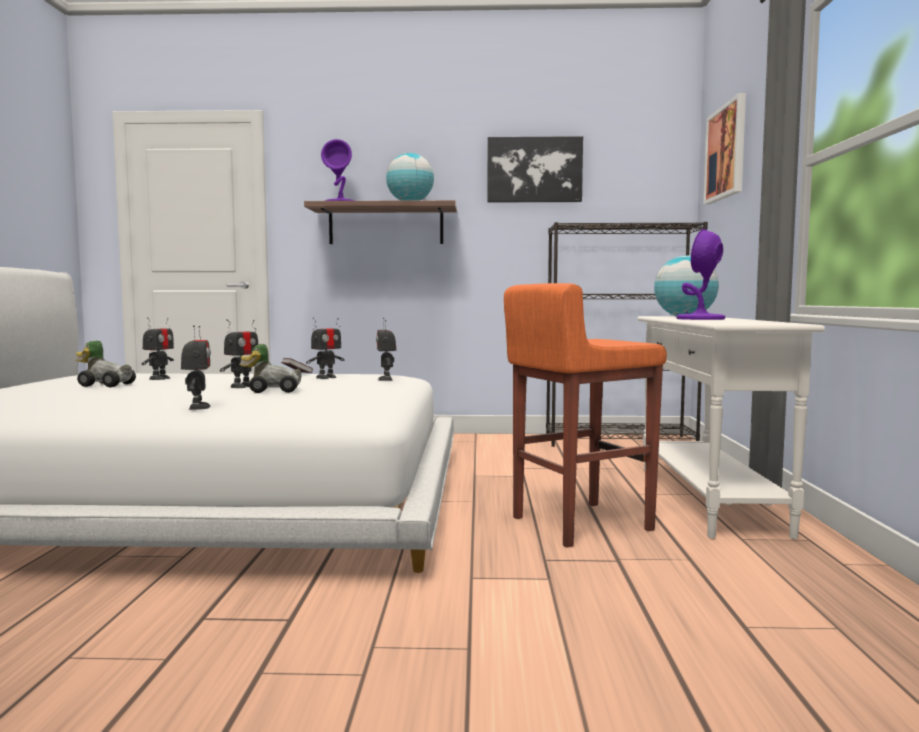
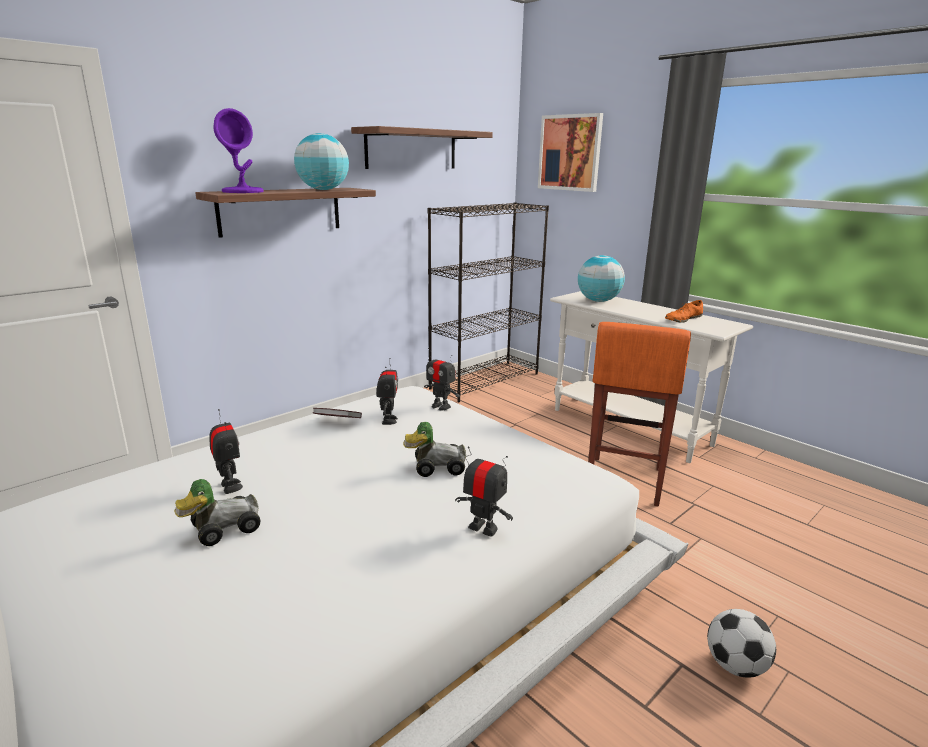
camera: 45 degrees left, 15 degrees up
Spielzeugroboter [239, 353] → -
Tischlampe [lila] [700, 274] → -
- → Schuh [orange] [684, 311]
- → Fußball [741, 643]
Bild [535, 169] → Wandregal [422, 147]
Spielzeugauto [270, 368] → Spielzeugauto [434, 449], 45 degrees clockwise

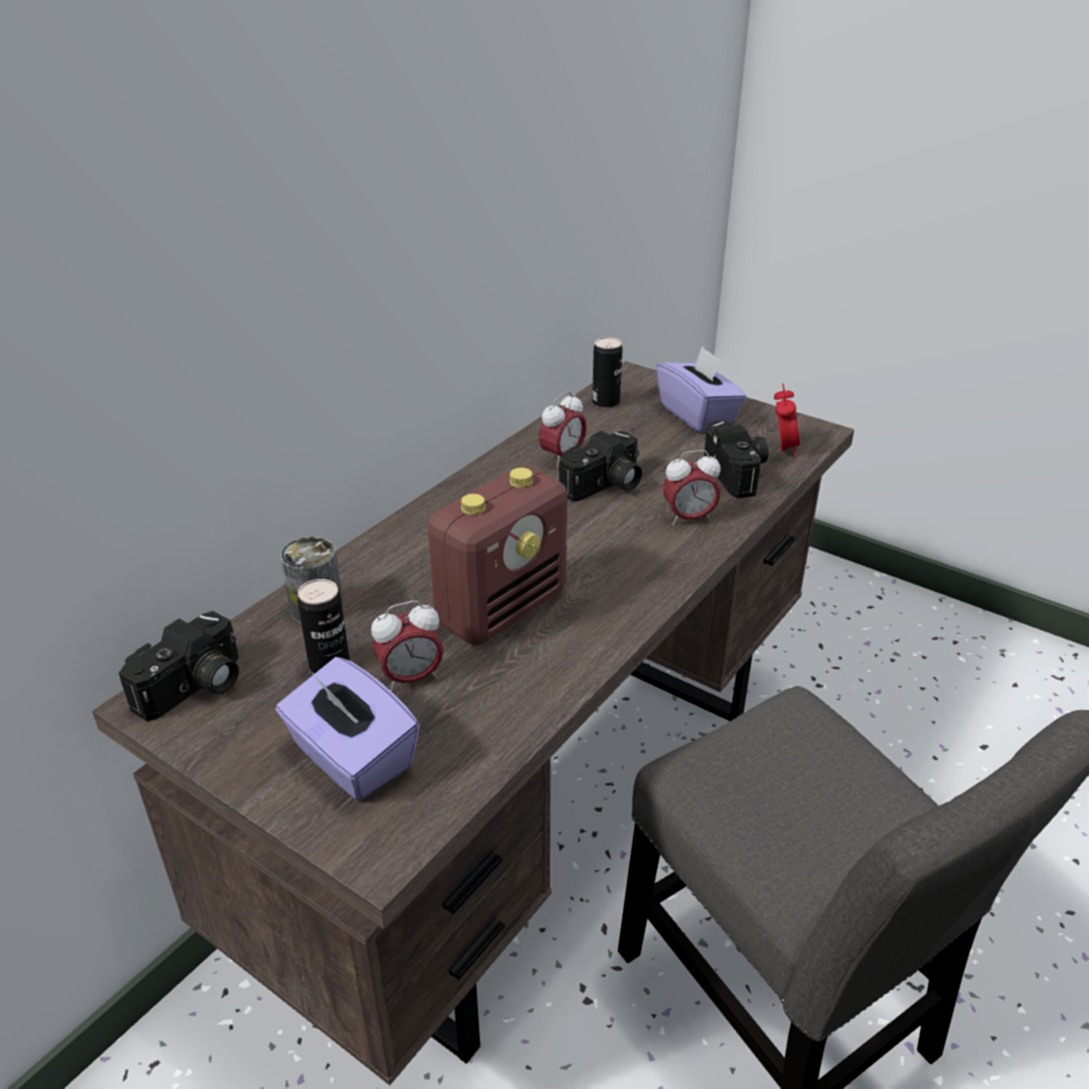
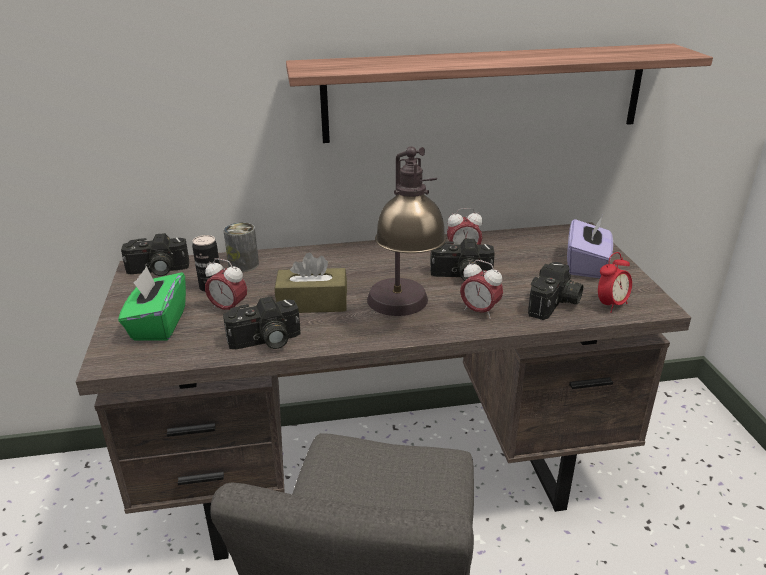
camera: 45 degrees right, 5 degrees down
Dose [607, 372] → -
- → Kamera [262, 322]
- → Wandregal [499, 93]
- → Tischlampe [406, 231]
Radio [497, 555] → Taschentuchbox [braun] [311, 283]
Taschentuchbox [lila] [348, 728] → Taschentuchbox [grün] [152, 303]

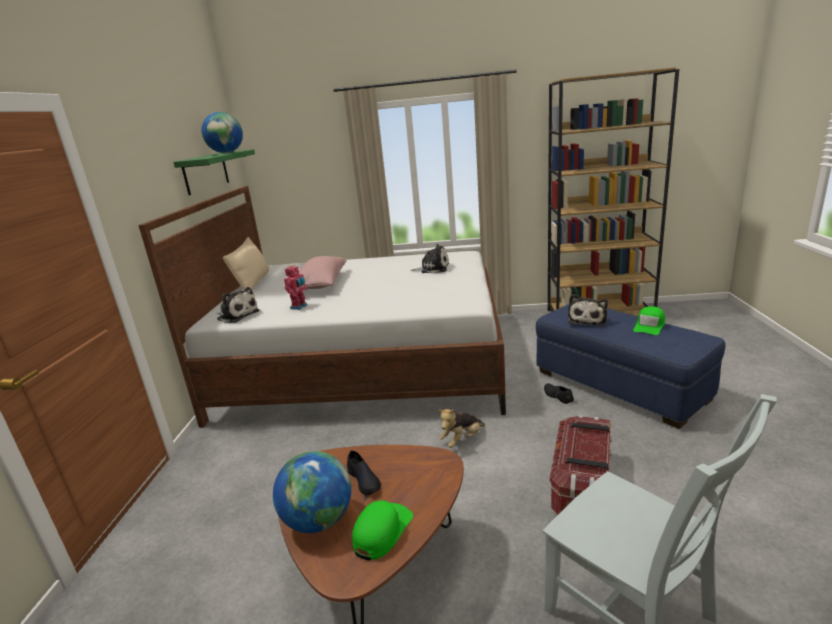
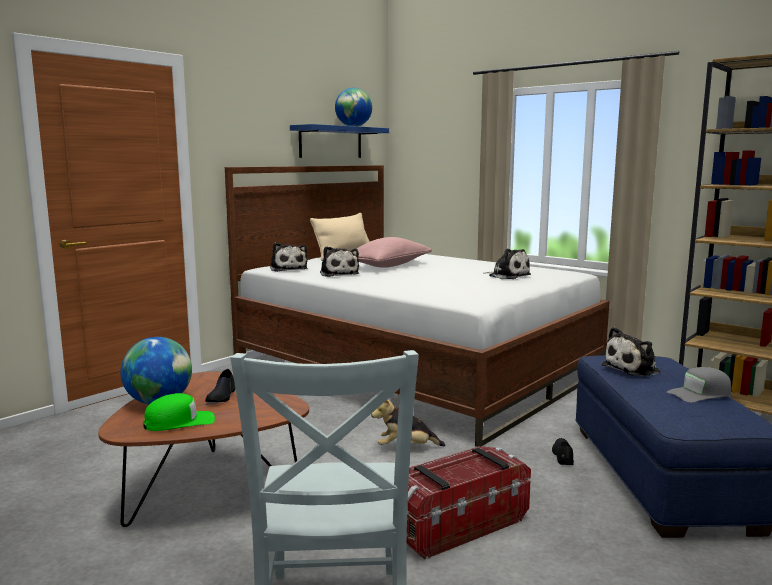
camera: 35 degrees right, 10 degrees down
Spielzeugroboter [296, 287] → Plüschtier [339, 261]
Wandregal [grün] [214, 172] → Wandregal [blau] [339, 141]
Kappe [grün] [649, 320] → Kappe [grau] [699, 385]

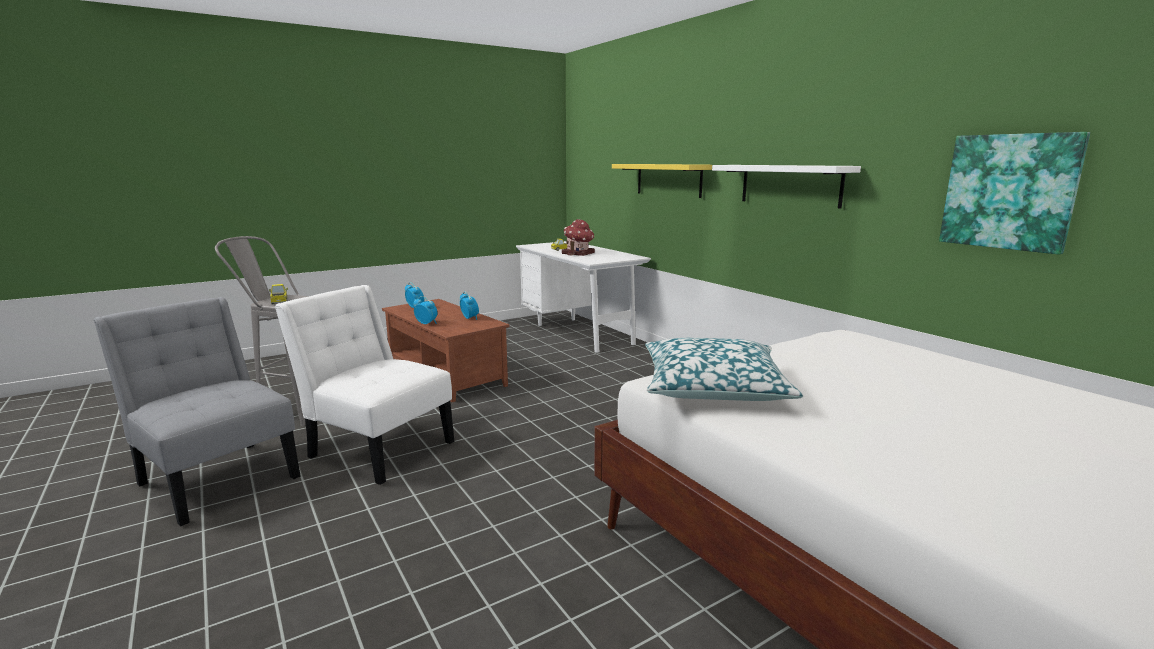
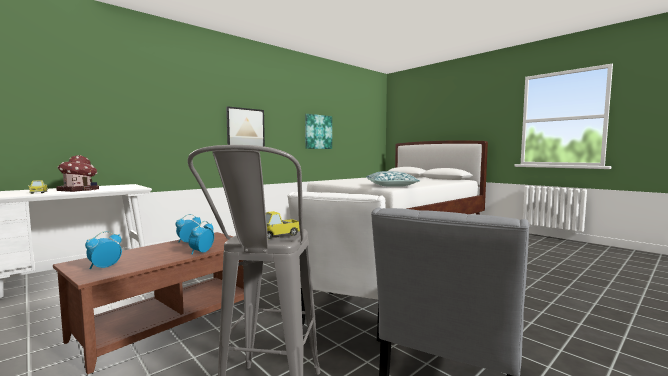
camera: 100 degrees left, 10 degrees down
Wandregal [gelb] [662, 181] → -
Wandregal [weiß] [786, 187] → Bild [245, 126]

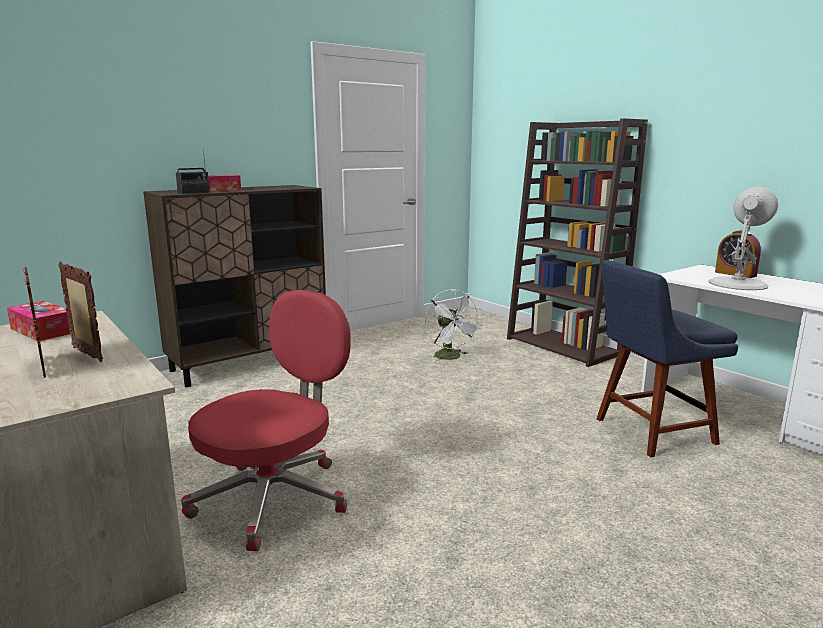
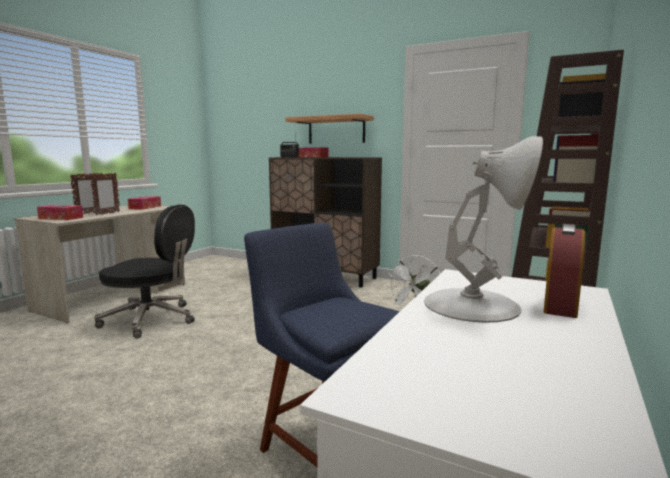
camera: 65 degrees right, 5 degrees down
- → Taschentuchbox [60, 212]
- → Wandregal [329, 129]
Bürostuhl [rot] [266, 420] → Bürostuhl [schwarz] [144, 271]

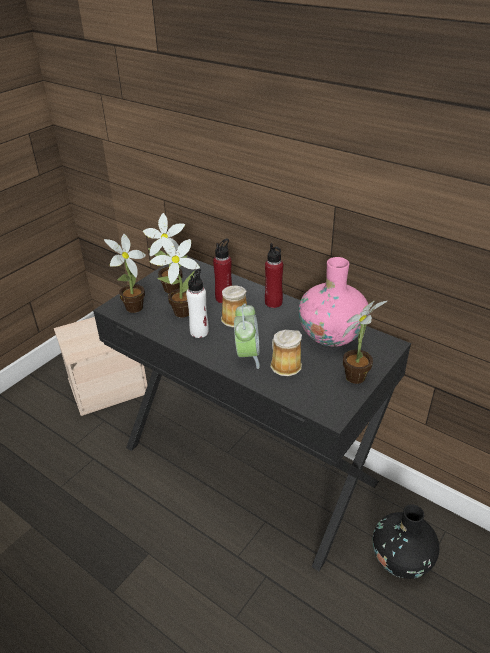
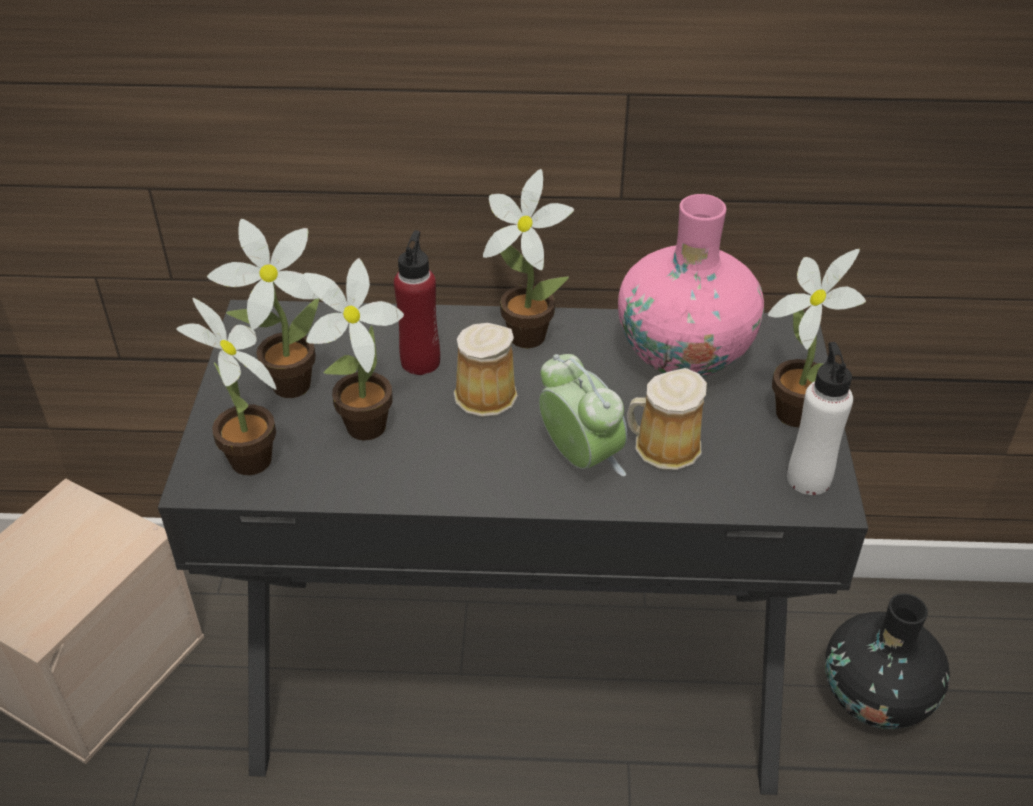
camera: 35 degrees left, 5 degrees up
Flasche [weiß] [197, 303] → Flasche [weiß] [820, 418], moved
Flasche [rot] [274, 275] → Topfpflanze [528, 258]

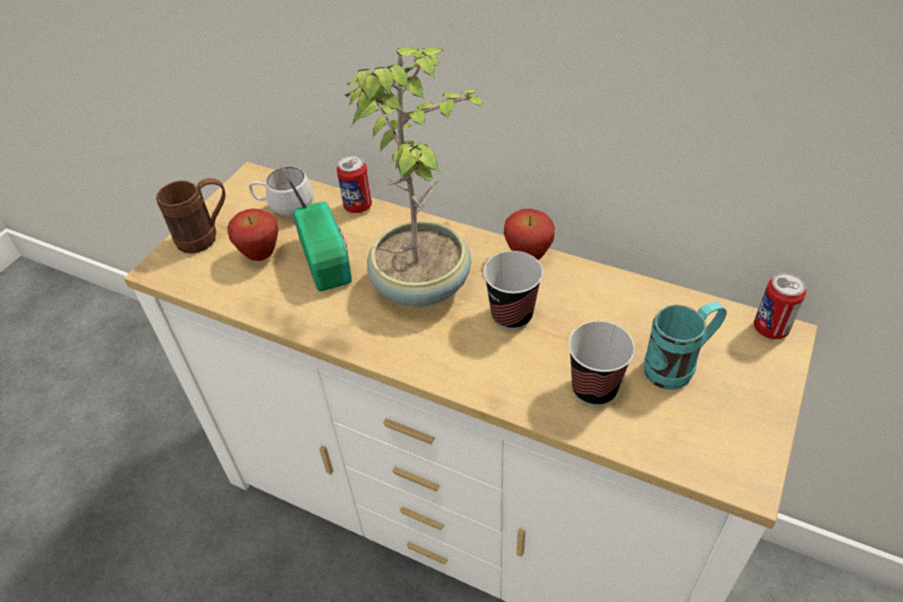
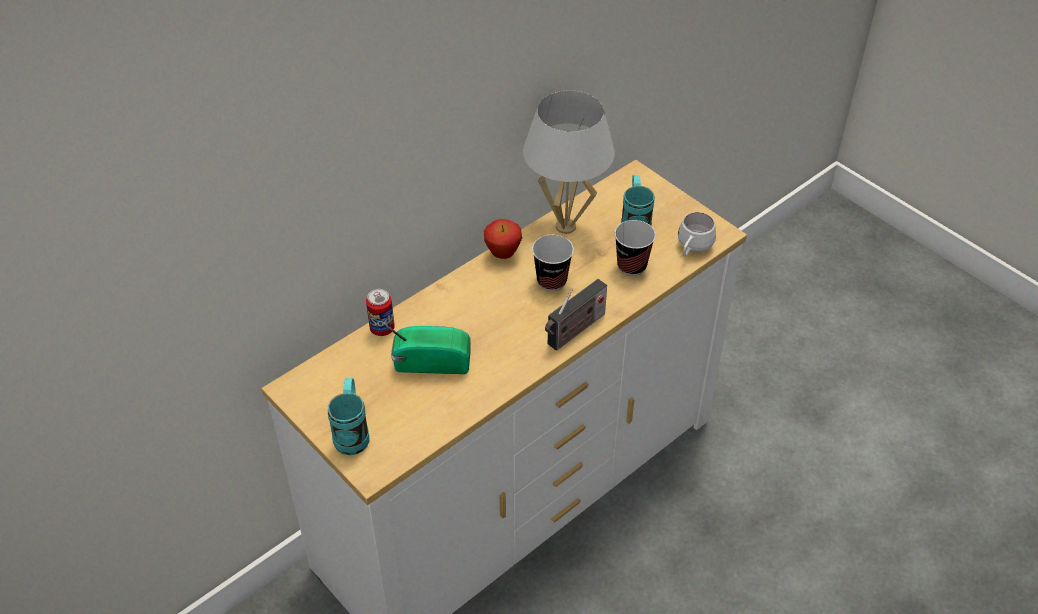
camera: 70 degrees left, 0 degrees up
Apfel [252, 234] → -
Topfpflanze [416, 177] → -
Dose [780, 306] → -
- → Tischlampe [weiß] [569, 162]
- → Radio [576, 315]
Henkelbecher [weiß] [281, 192] → Henkelbecher [weiß] [697, 234], moved
Henkelbecher [braun] [190, 216] → Henkelbecher [türkis] [348, 416]

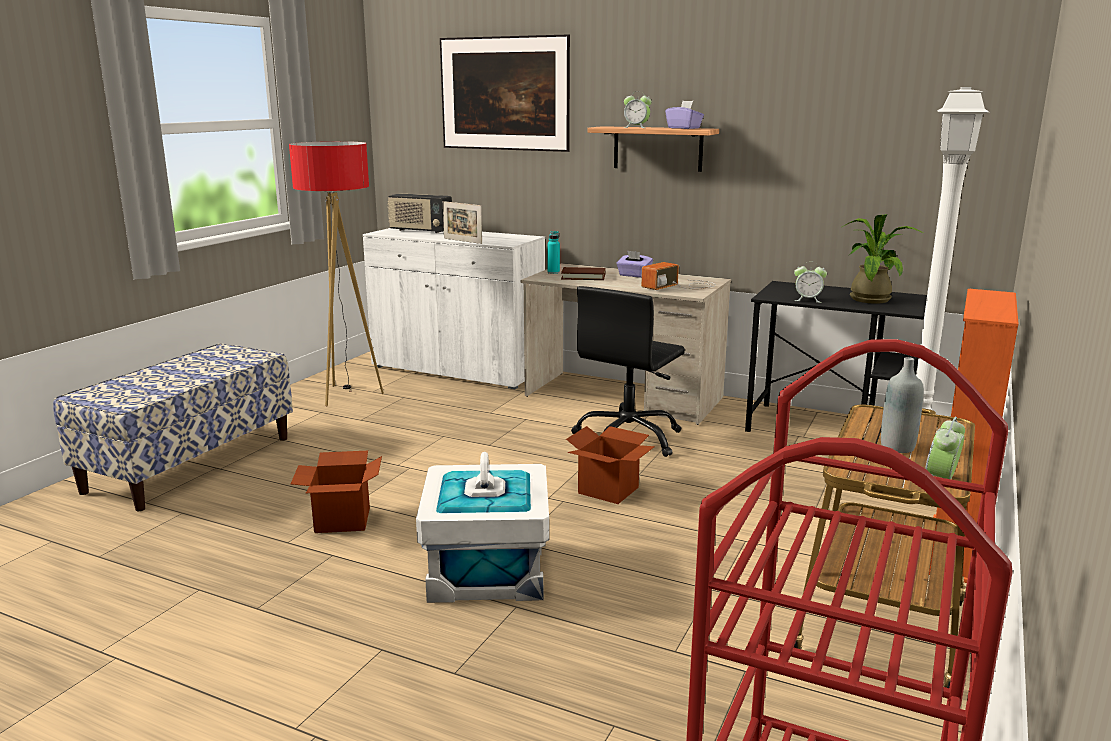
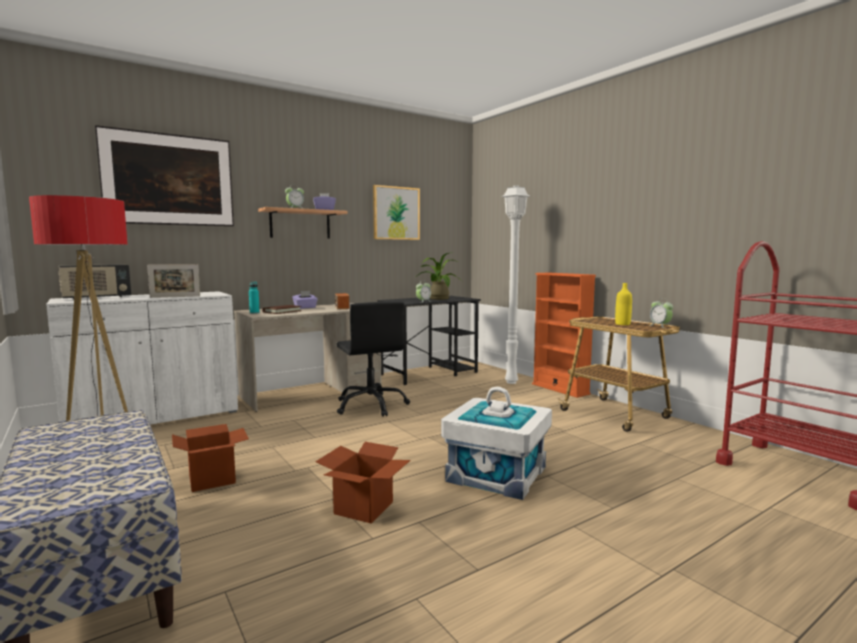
camera: 60 degrees left, 10 degrees down
- → Bild [396, 212]
Karton [610, 465] → Karton [210, 458], moved
Flasche [grau] [902, 405] → Flasche [gelb] [623, 304]

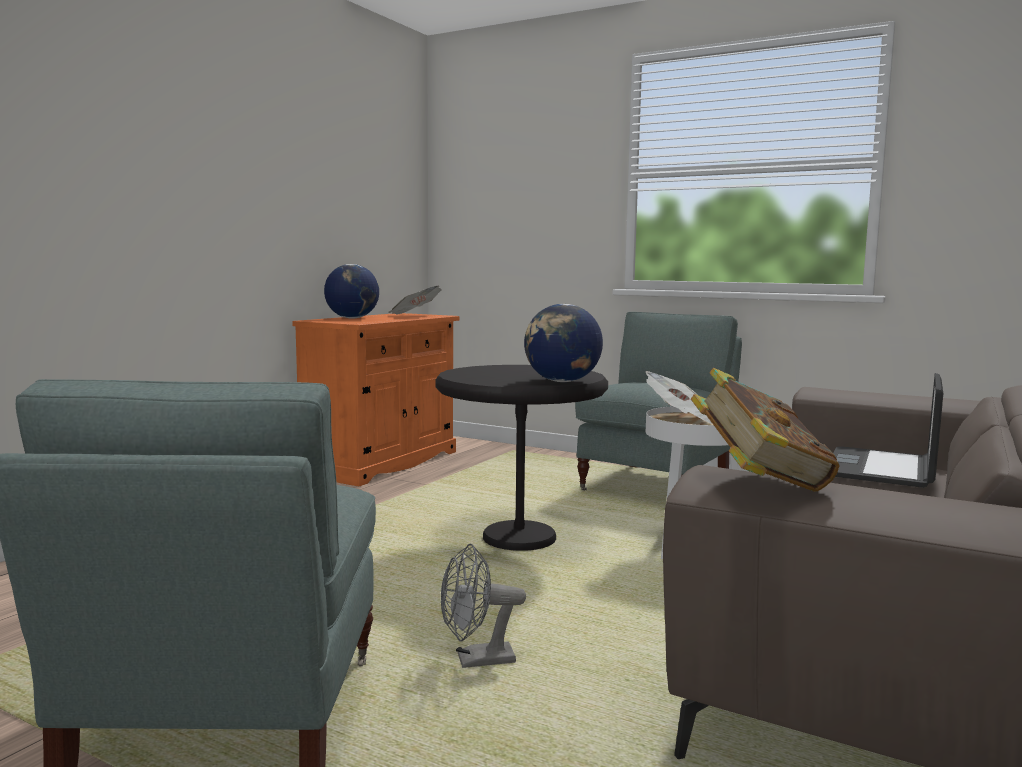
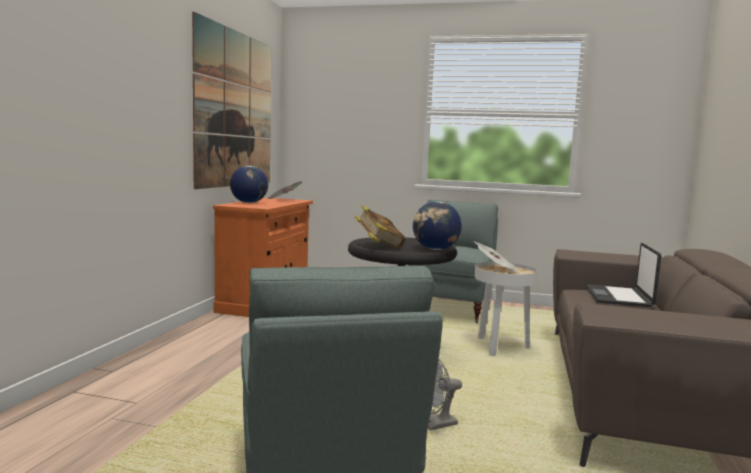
camera: 15 degrees left, 0 degrees up
- → Bild [232, 100]
Buch [765, 430] → Buch [380, 227], moved

